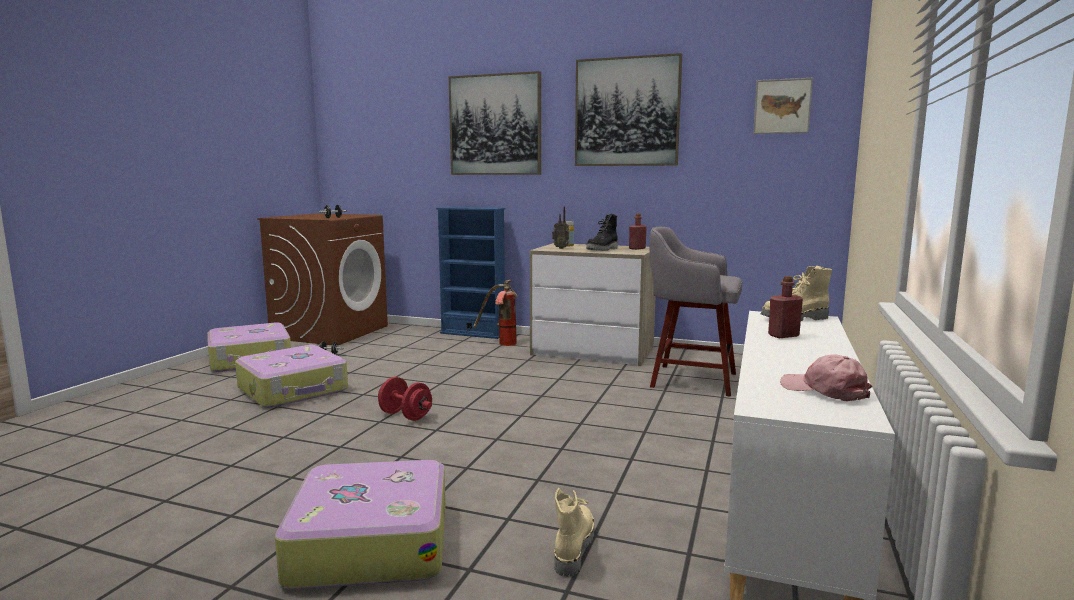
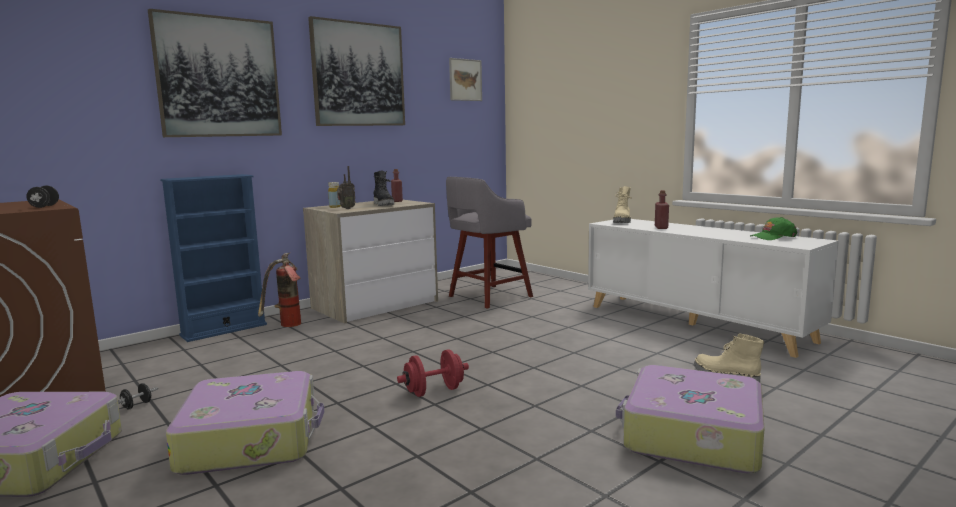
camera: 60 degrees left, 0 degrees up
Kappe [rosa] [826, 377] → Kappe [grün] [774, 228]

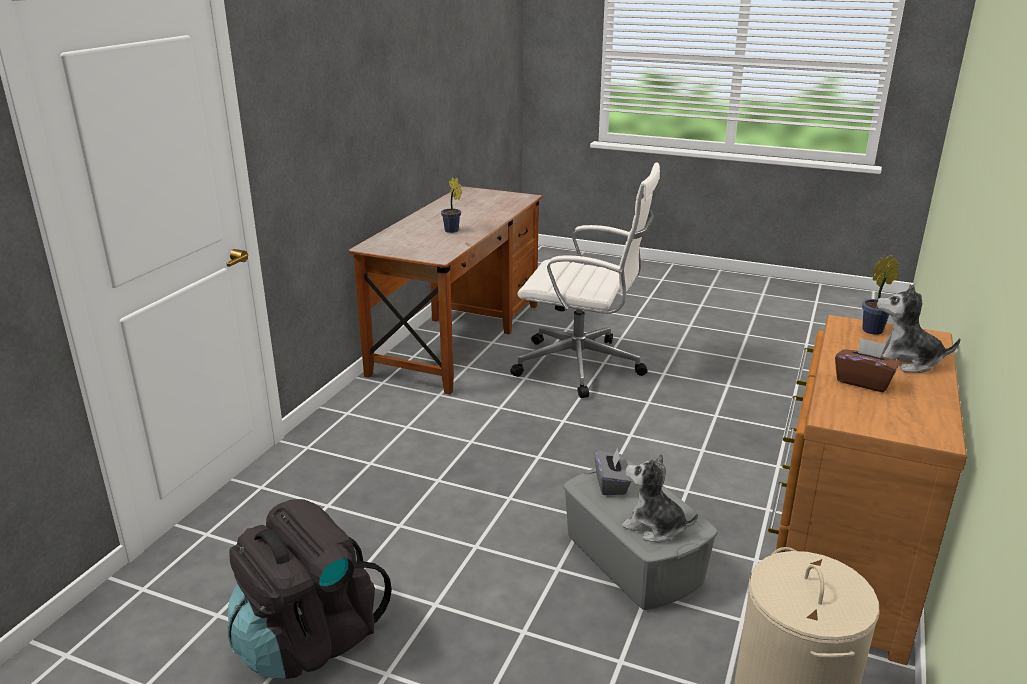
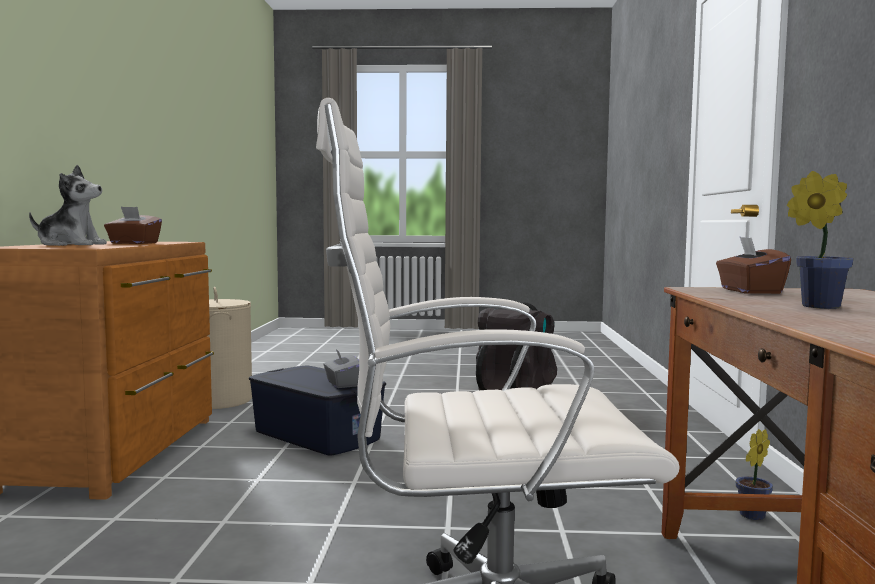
camera: 160 degrees right, 20 degrees down
Plüschtier [660, 498] → -
- → Taschentuchbox [braun] [753, 265]
Topfpflanze [880, 295] → Topfpflanze [754, 474], moved
Aufbewahrungsbox [grau] [640, 535] → Aufbewahrungsbox [blau] [317, 411]

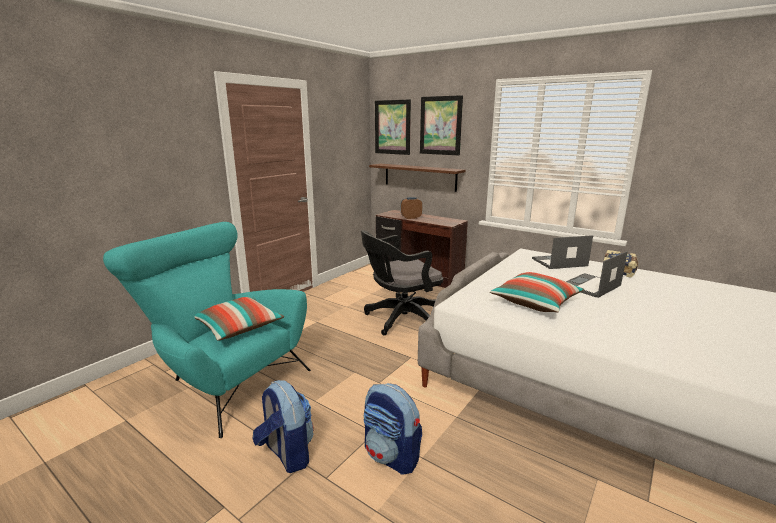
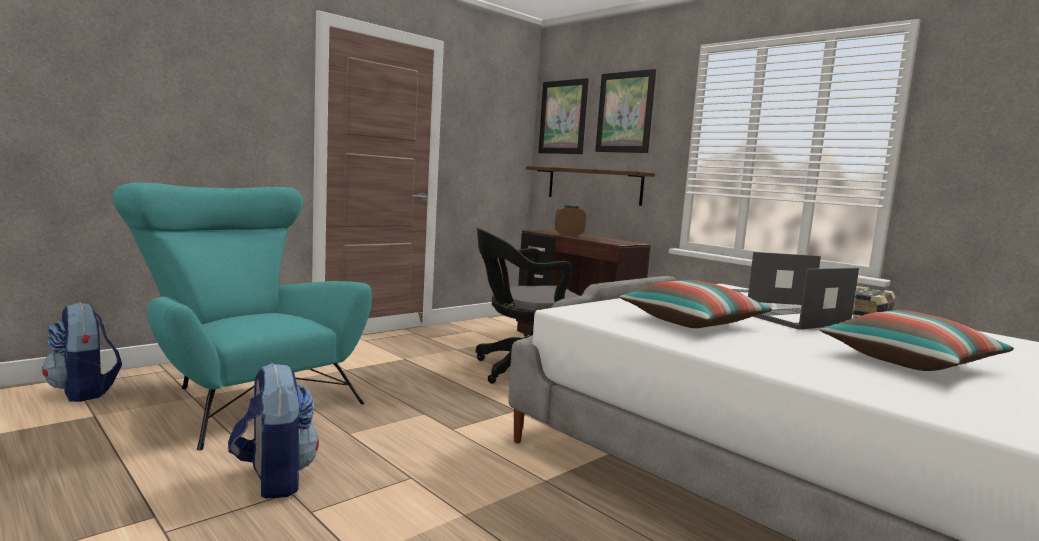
camera: 10 degrees right, 10 degrees down
Kissen [239, 319] → Kissen [917, 340], moved
Rucksack [393, 429] → Rucksack [82, 352], moved

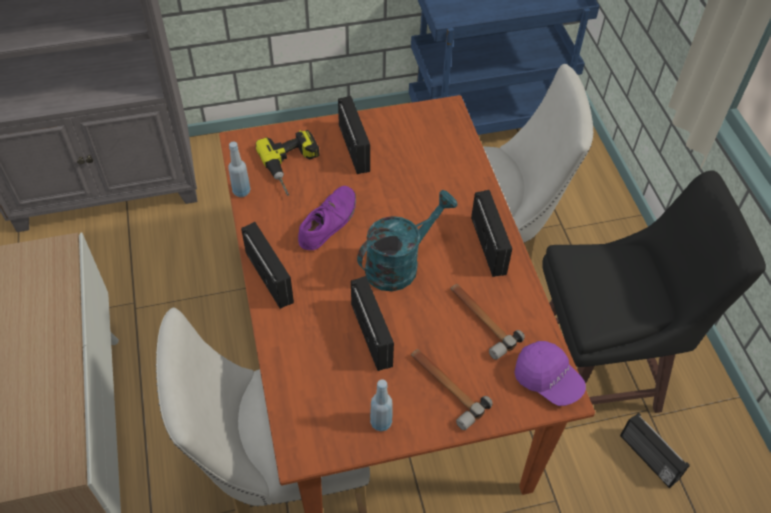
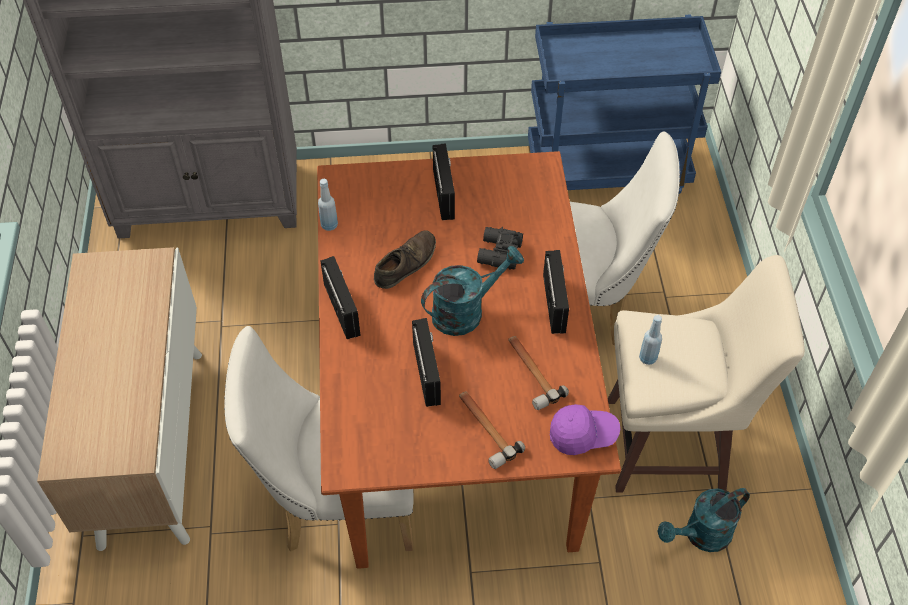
camera: 10 degrees right, 0 degrees up
Bohrmaschine [288, 163] → -
- → Fernglas [schwarz] [500, 248]
Flasche [blau] [381, 405] → Flasche [blau] [650, 340], moved
Radio [655, 450] → Gießkanne [türkis] [704, 520]
Schuh [lila] [327, 218] → Schuh [braun] [405, 259]
Hocker [schwarz] [654, 291] → Hocker [beige] [706, 374]
Kappe [lila] [550, 373] → Kappe [lila] [585, 429], 60 degrees counterclockwise

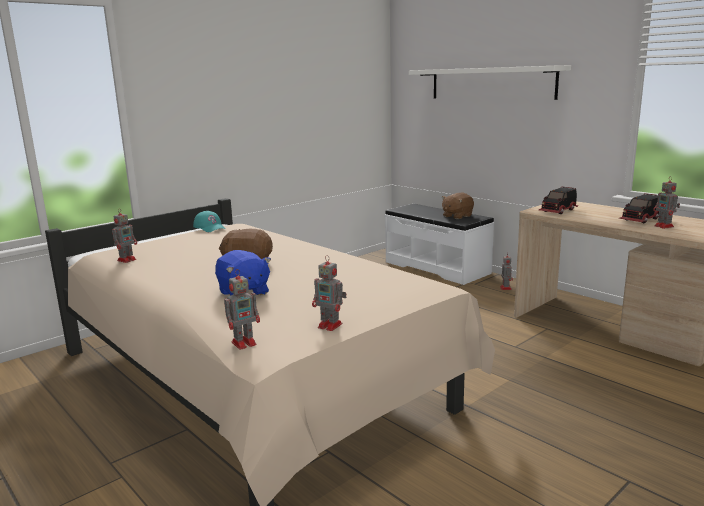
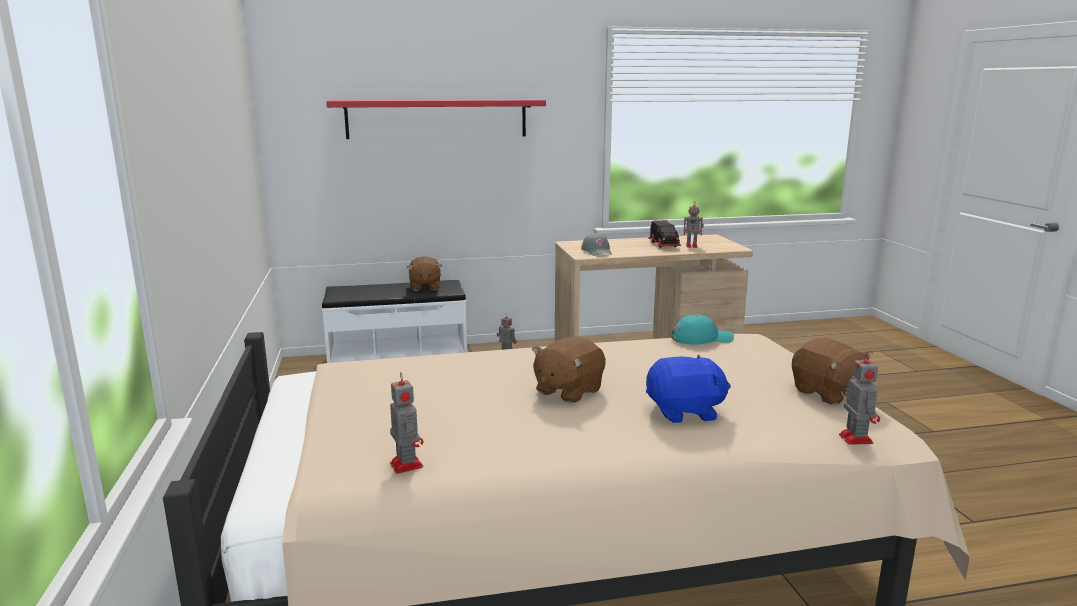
camera: 60 degrees left, 0 degrees up
Kappe [türkis] [209, 221] → Kappe [türkis] [702, 330], moved
Spielzeugroboter [329, 293] → Plüschtier [braun] [832, 371]
Spielzeuglaster [558, 200] → Kappe [grau] [596, 244]
Wandregal [weiß] [490, 82] → Wandregal [rot] [436, 119]

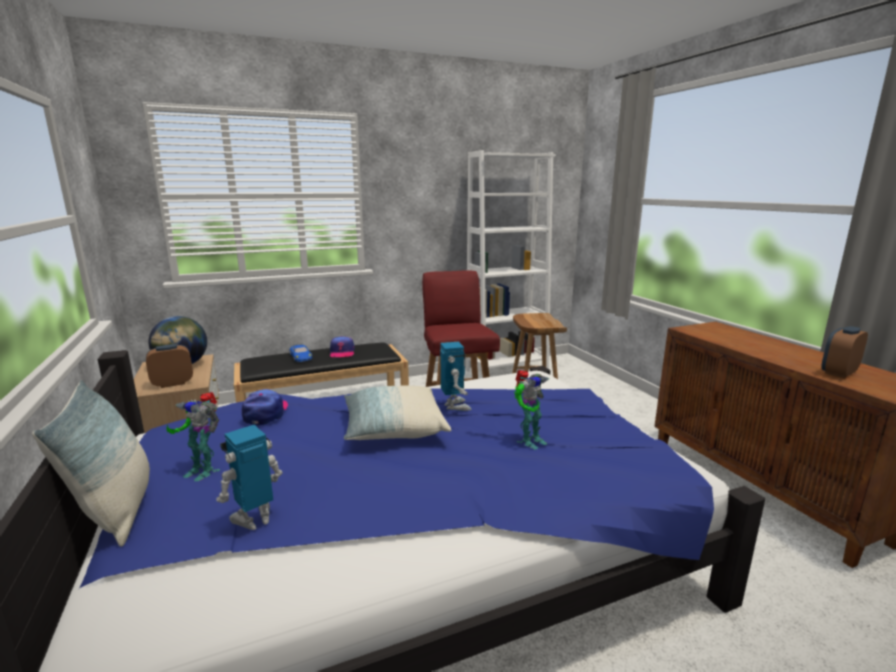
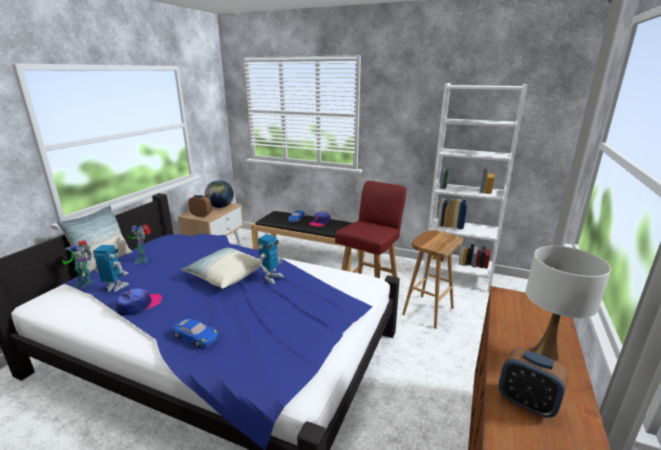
camera: 45 degrees right, 5 degrees up
- → Spielzeugauto [blau] [195, 332]
- → Tischlampe [weiß] [568, 303]
Kappe [265, 407] → Kappe [139, 302], moved
Spielzeugroboter [531, 409] → Spielzeugroboter [79, 263], moved
Wecker [844, 352] → Wecker [534, 383], 150 degrees counterclockwise

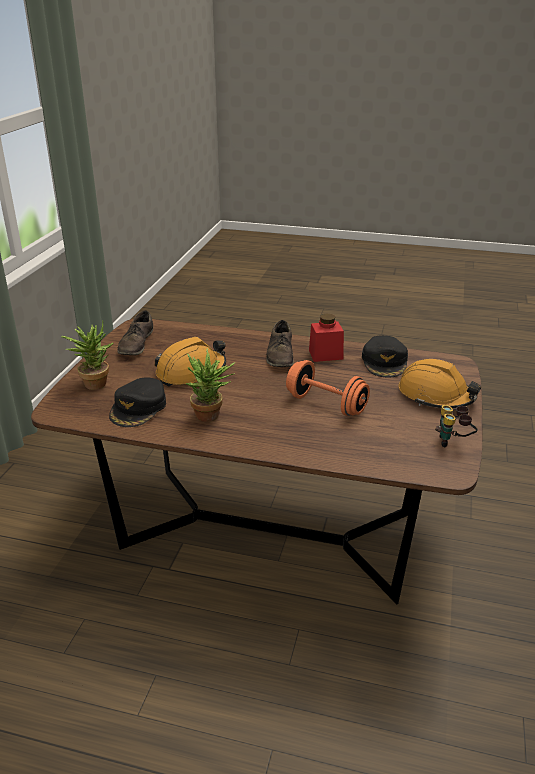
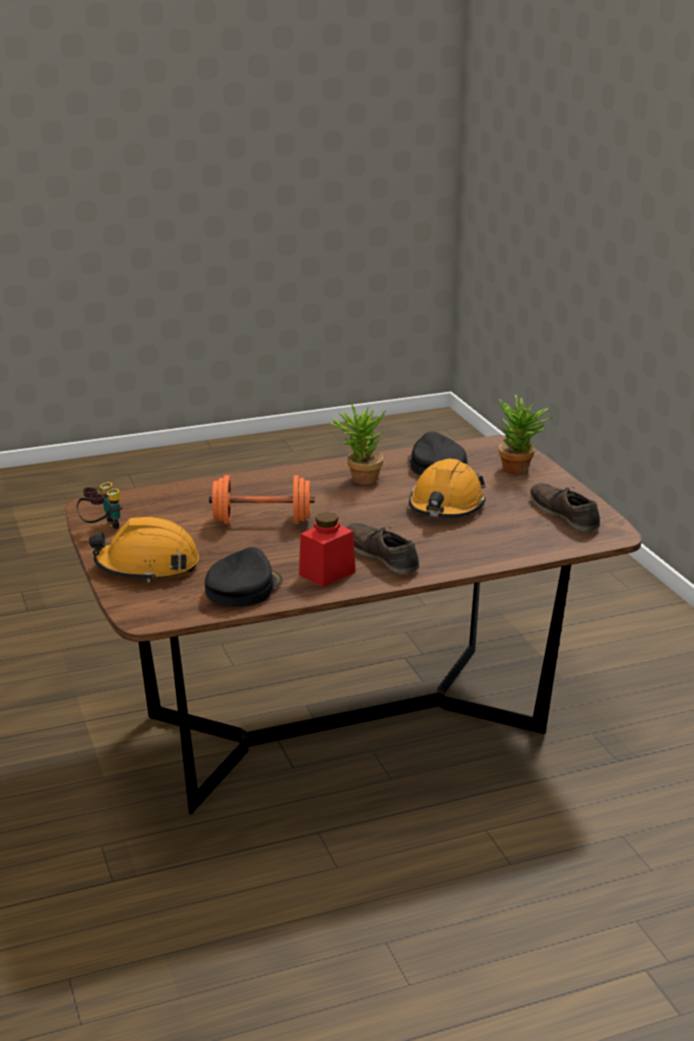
camera: 145 degrees right, 5 degrees down
Kappe [schwarz] [385, 356] → Kappe [schwarz] [243, 577], 60 degrees clockwise

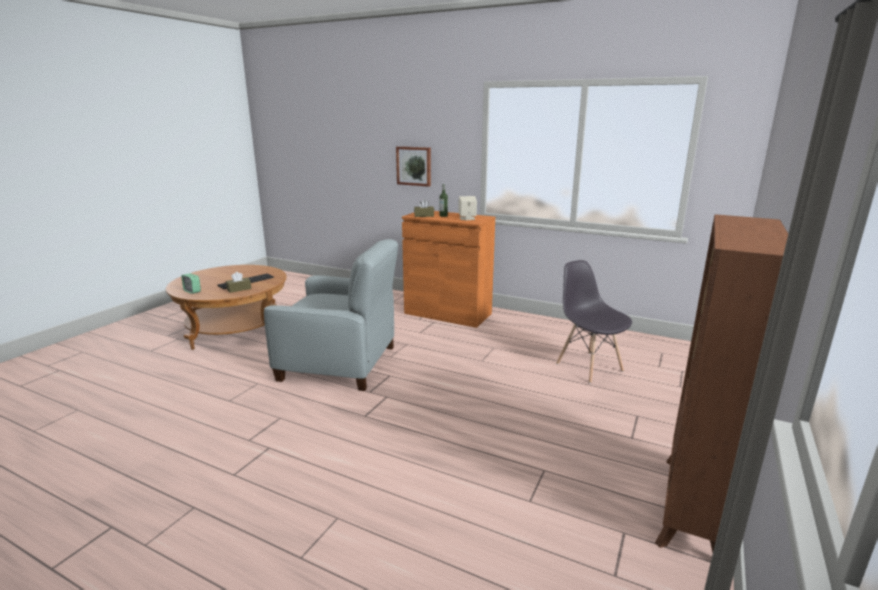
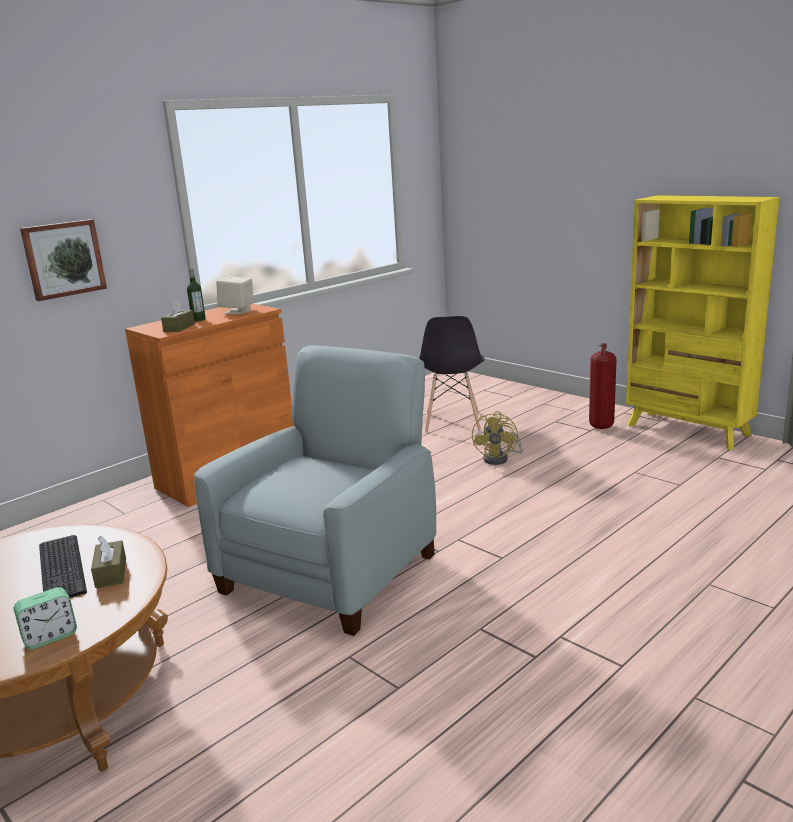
camera: 70 degrees left, 0 degrees up
- → Ventilator [gelb] [497, 438]
- → Feuerlöscher [603, 386]
Bücherregal [braun] [721, 383] → Bücherregal [gelb] [703, 322]
Stuhl [grau] [594, 322] → Stuhl [grau] [452, 374], 75 degrees counterclockwise

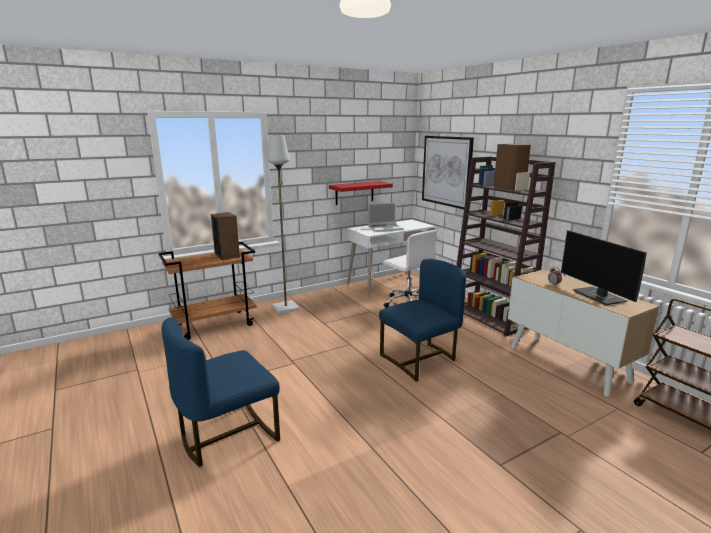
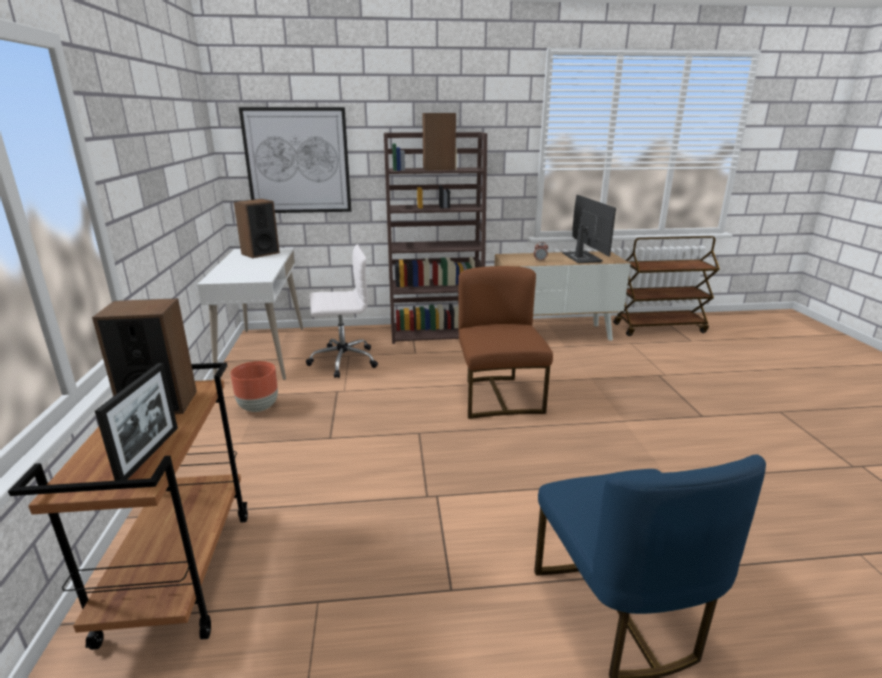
camera: 65 degrees left, 5 degrees up
Stehlampe [grau] [283, 224] → -
Wandregal [rot] [361, 193] → -
Laptop [385, 217] → -
- → Bilderrahmen [136, 422]
- → Pflanzkübel [braun] [254, 386]
- → Lautsprecher [257, 228]
Stuhl [blau] [422, 320] → Stuhl [braun] [505, 342]
Monitor [604, 267] → Monitor [589, 229], 105 degrees counterclockwise

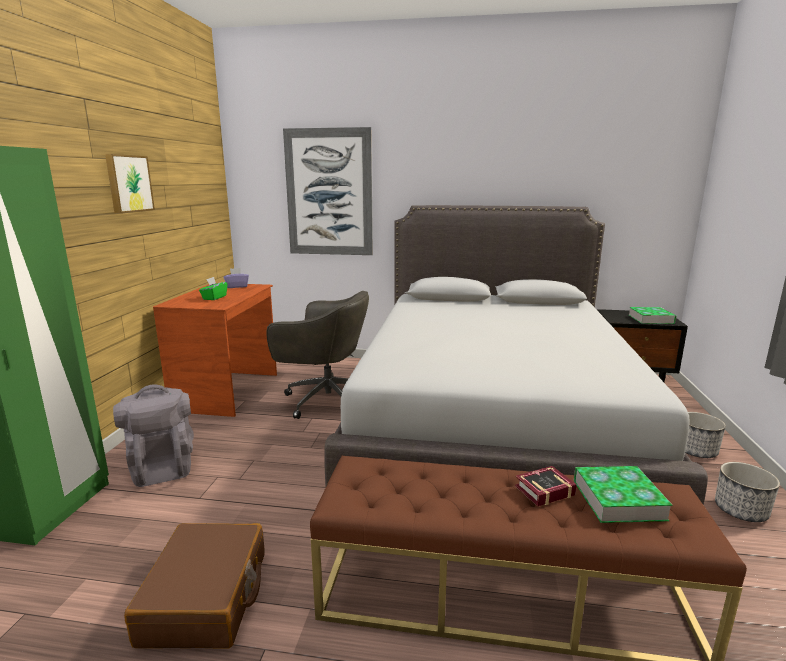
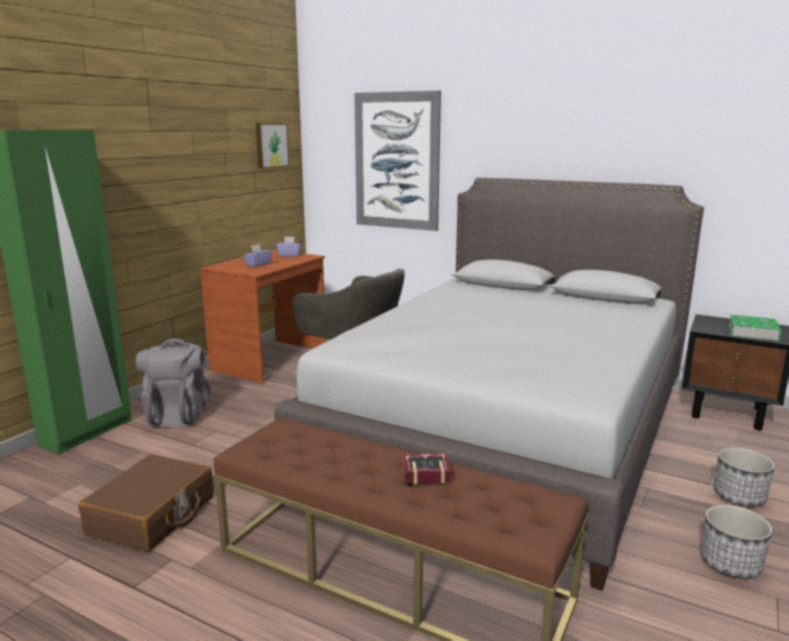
camera: 20 degrees right, 0 degrees up
Buch [623, 494] → -
Bild [130, 183] → Bild [272, 146], moved
Taschentuchbox [grün] [213, 288] → Taschentuchbox [lila] [257, 255]

